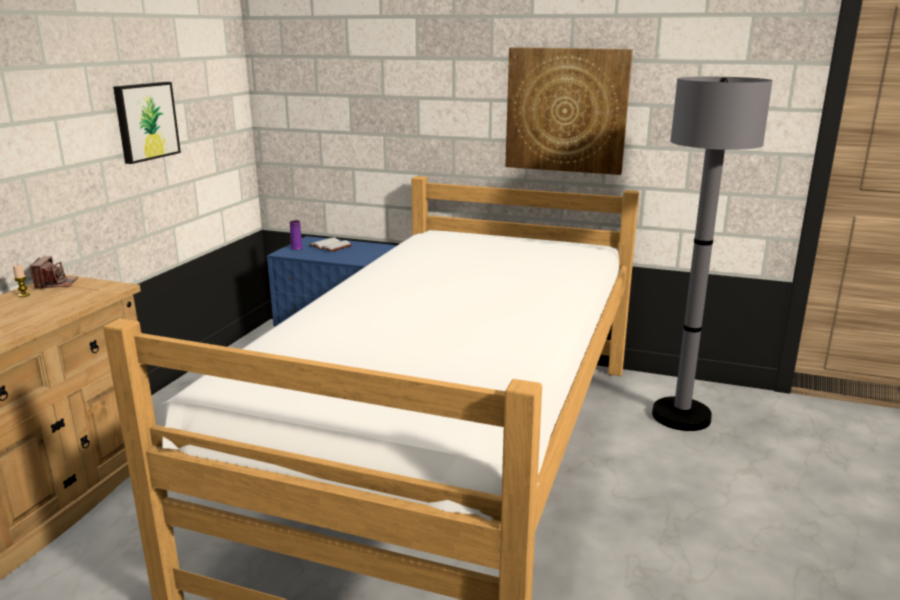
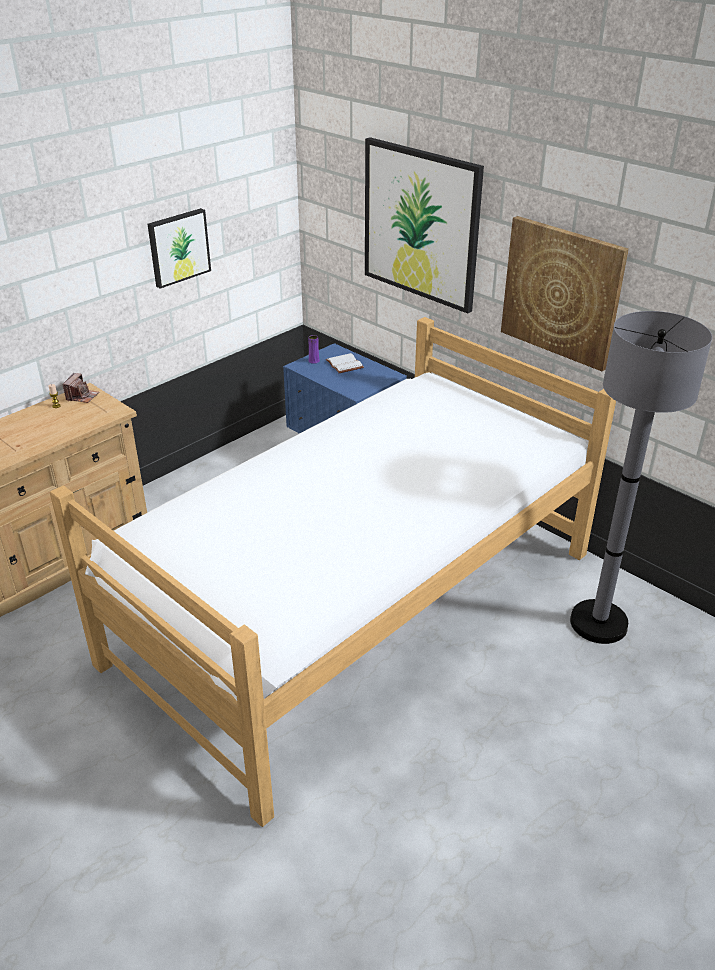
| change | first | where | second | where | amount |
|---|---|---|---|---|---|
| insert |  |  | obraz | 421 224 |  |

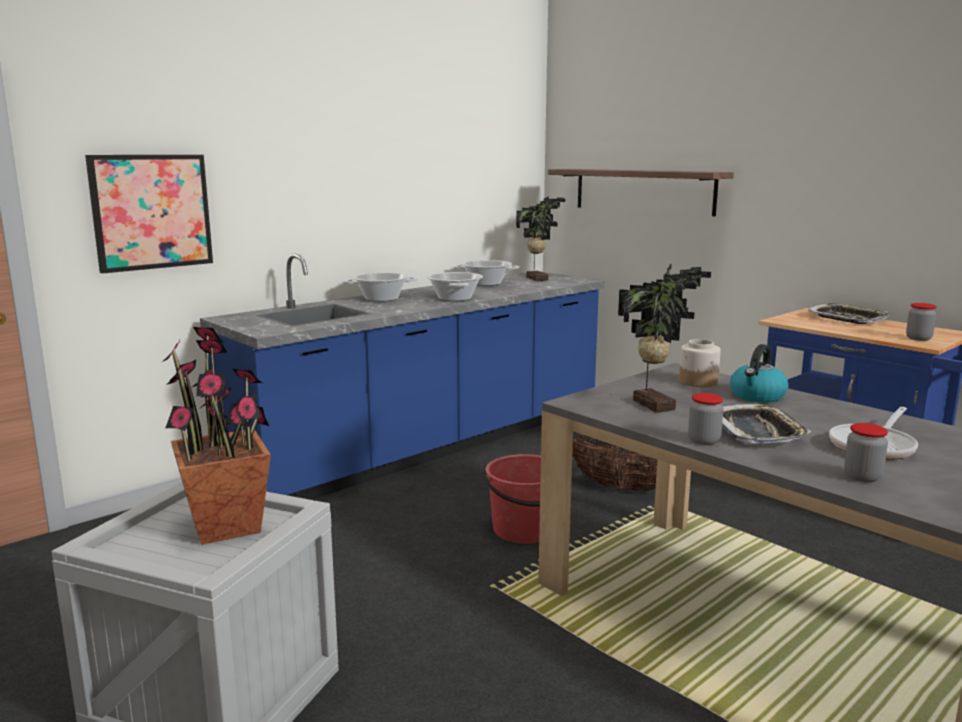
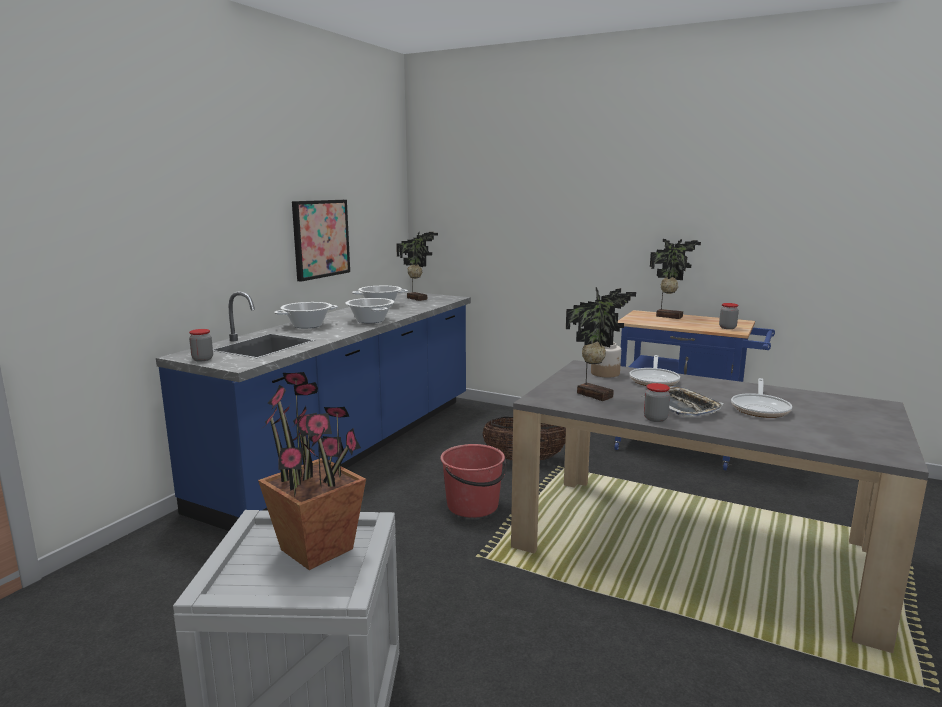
| change | first | where | second | where | amount |
|---|---|---|---|---|---|
| move | słoik | 862 477 |  | 202 359 |  |
| move | obraz | 151 212 |  | 320 238 |  |
| replace | czajnik | 757 396 | patelnia | 654 380 |  |
| replace | taca | 847 319 | roślina doniczkowa | 669 316 |  |
| delete | półka | 643 191 |  |  |  |

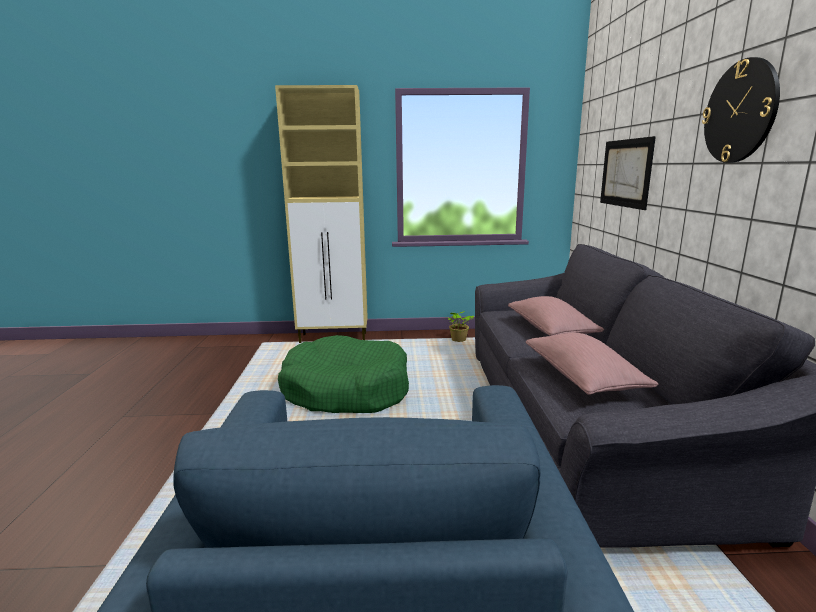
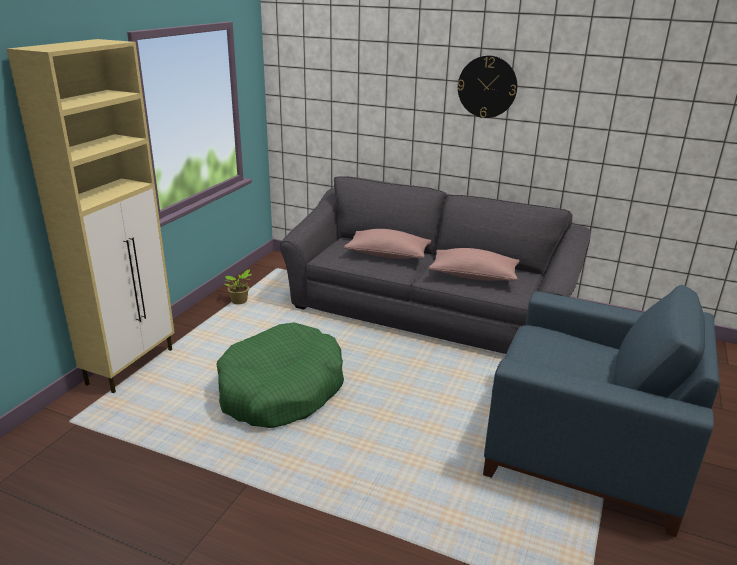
| change | first | where | second | where | amount |
|---|---|---|---|---|---|
| delete | obraz | 625 173 |  |  |  |

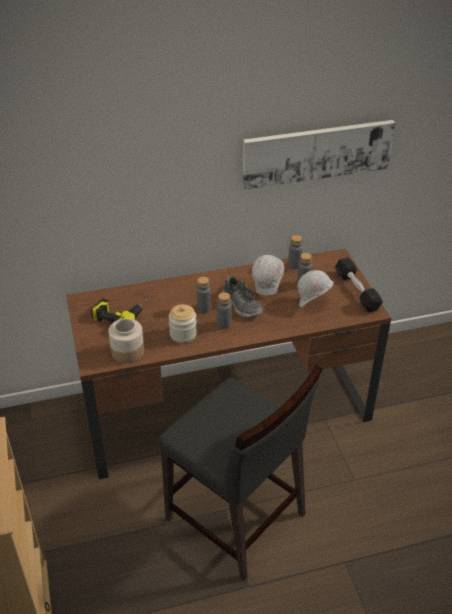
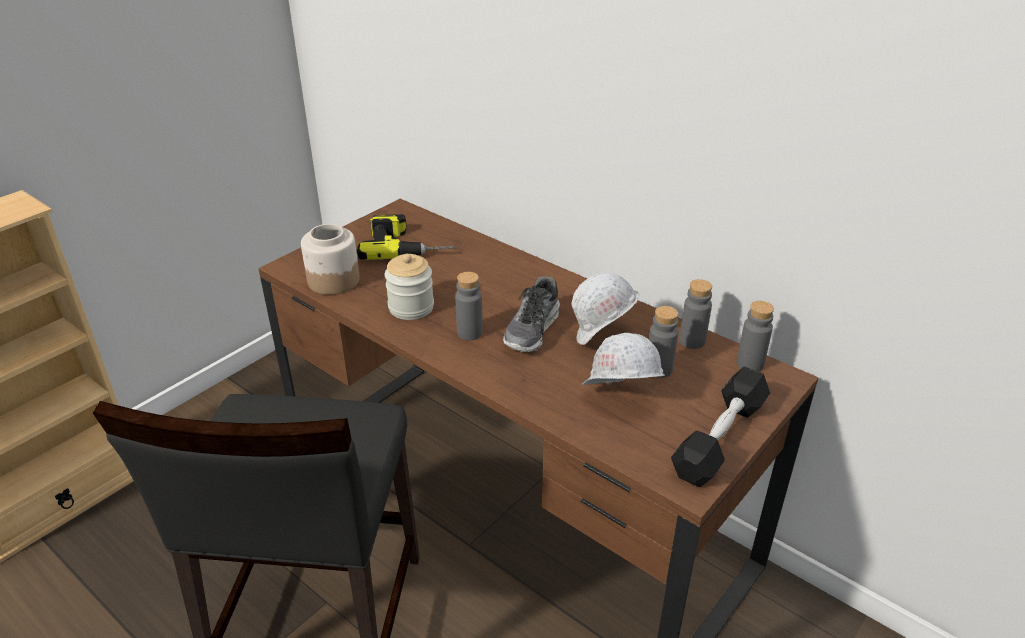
| change | first | where | second | where | amount |
|---|---|---|---|---|---|
| move | butelka [szary] | 204 308 |  | 750 364 |  |
| delete | obraz | 317 152 |  |  |  |

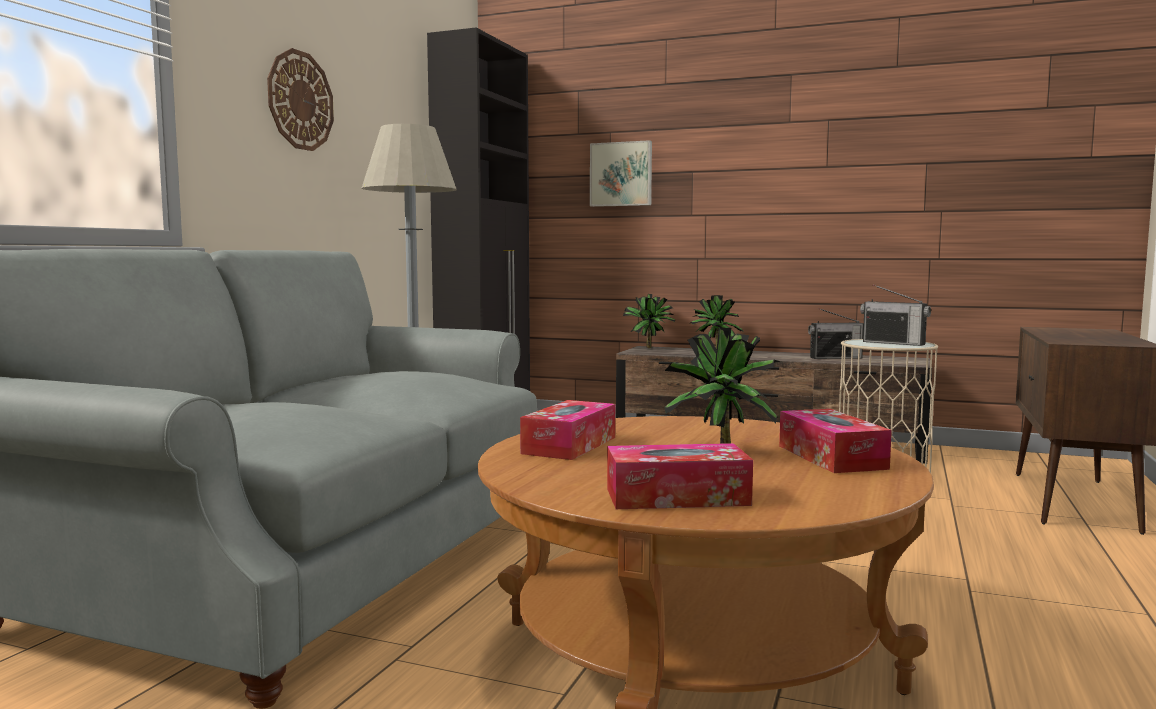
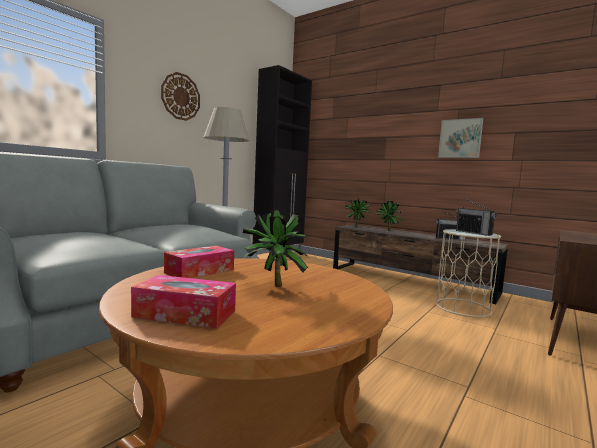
| change | first | where | second | where | amount |
|---|---|---|---|---|---|
| move | obraz | 621 174 |  | 460 138 |  |
| delete | pudełko chusteczek | 831 457 |  |  |  |

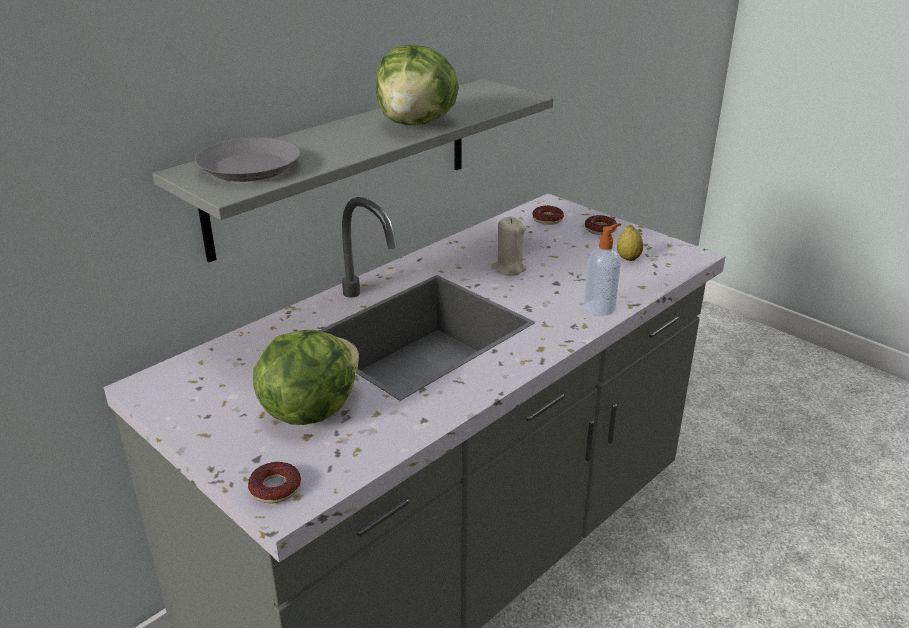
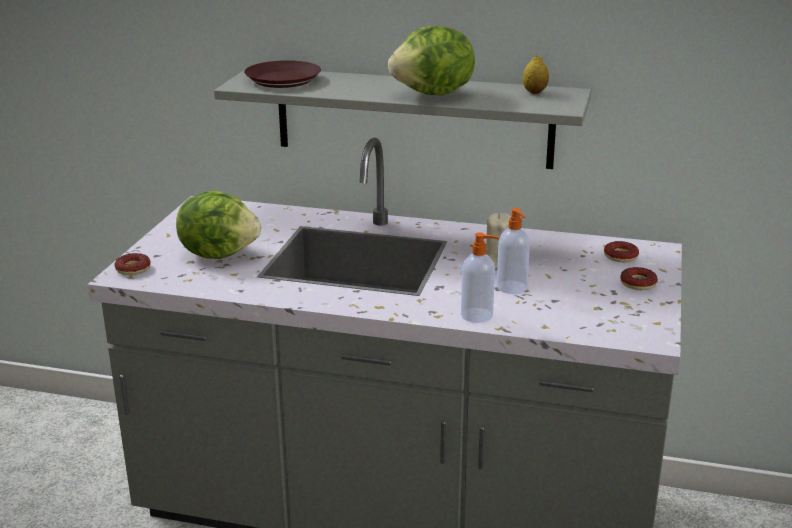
| change | first | where | second | where | amount |
|---|---|---|---|---|---|
| recolor | talerz [szary] | 250 167 | talerz [brązowy] | 284 80 |  |
| insert |  |  | dozownik mydła | 512 288 |  |
| move | cytryna | 628 258 |  | 534 92 |  |

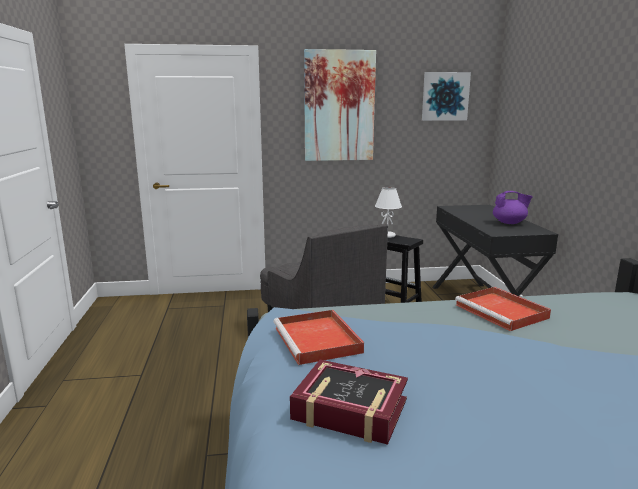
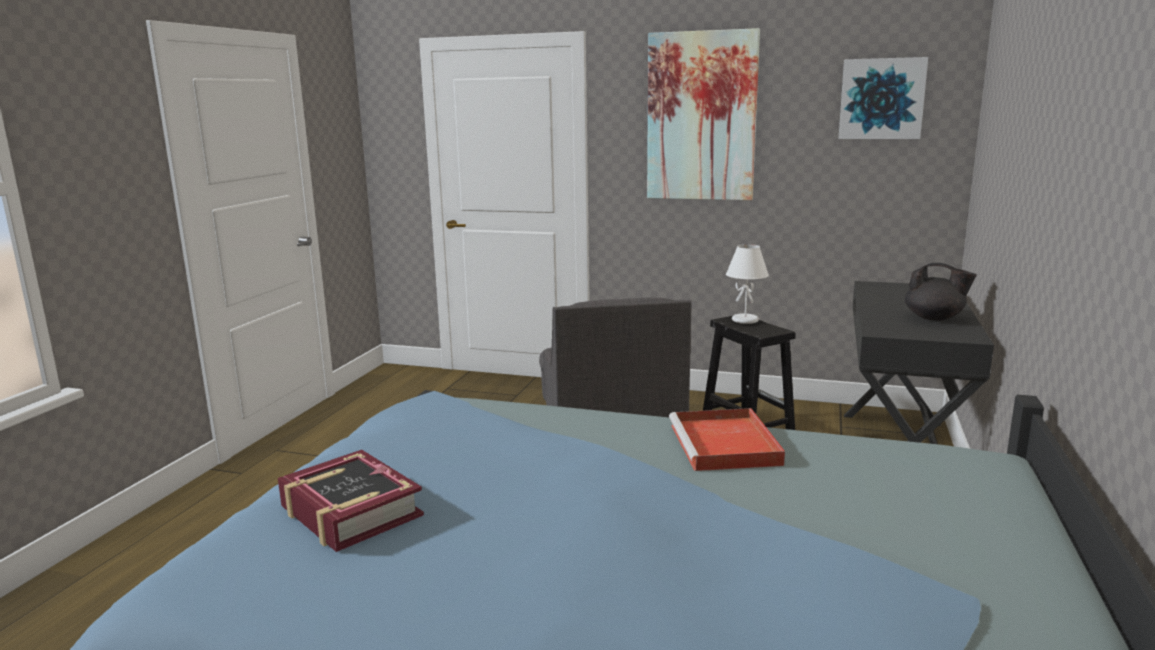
| change | first | where | second | where | amount |
|---|---|---|---|---|---|
| recolor | imbryk [fioletowy] | 509 223 | imbryk [czarny] | 934 318 |  |
| delete | taca [czerwony] | 318 340 |  |  |  |

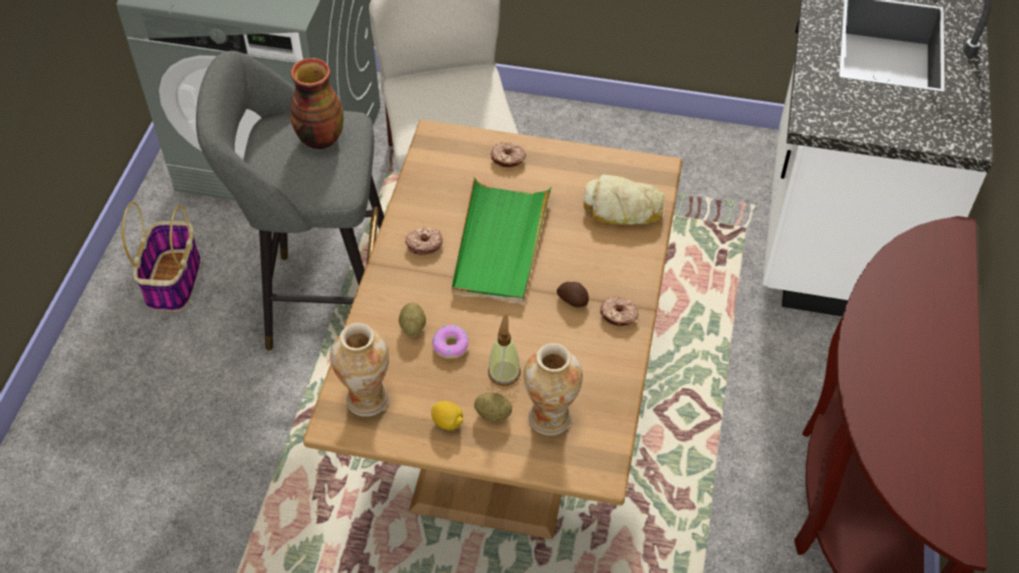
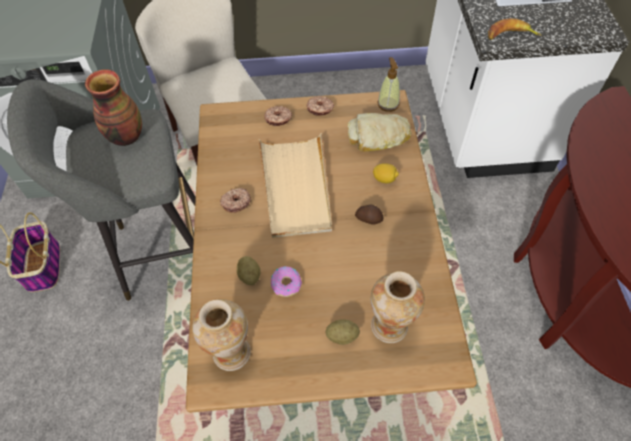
| change | first | where | second | where | amount |
|---|---|---|---|---|---|
| recolor | taca [zielony] | 500 244 | taca [beżowy] | 296 187 |  |
| move | donut | 618 315 |  | 320 109 |  |
| move | cytryna | 448 422 |  | 384 179 |  |
| move | dozownik mydła | 504 372 |  | 388 104 |  |
| insert |  |  | banan | 510 35 |  |

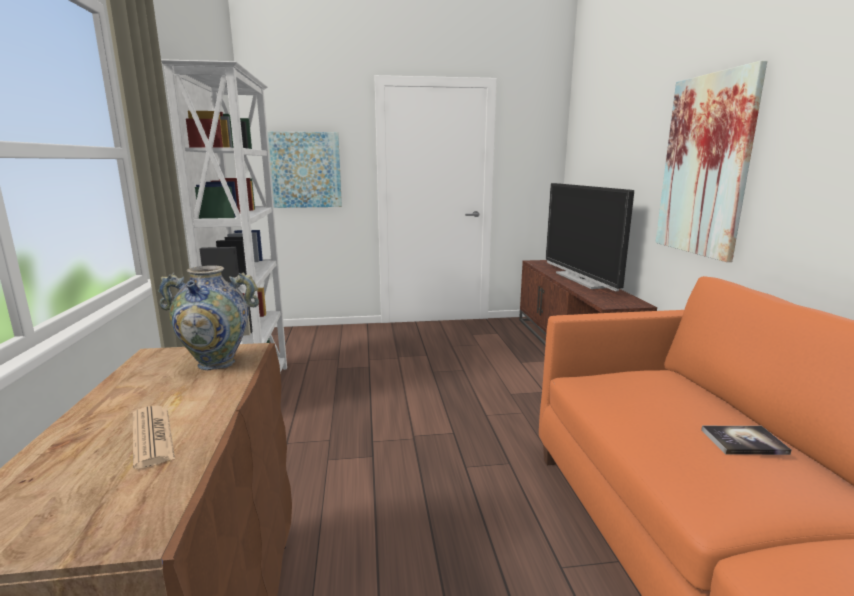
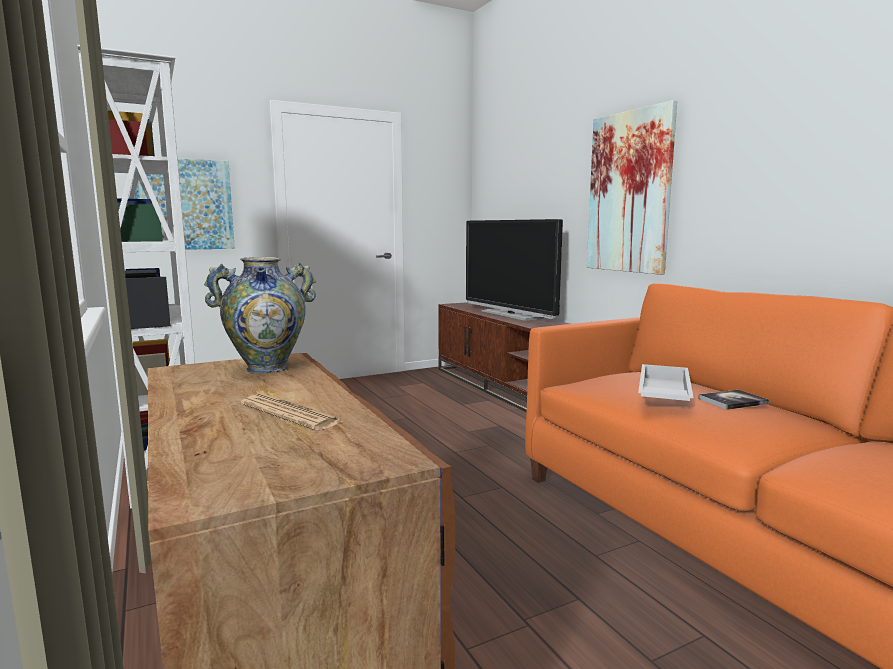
| change | first | where | second | where | amount |
|---|---|---|---|---|---|
| insert |  |  | taca [biały] | 662 393 |  |

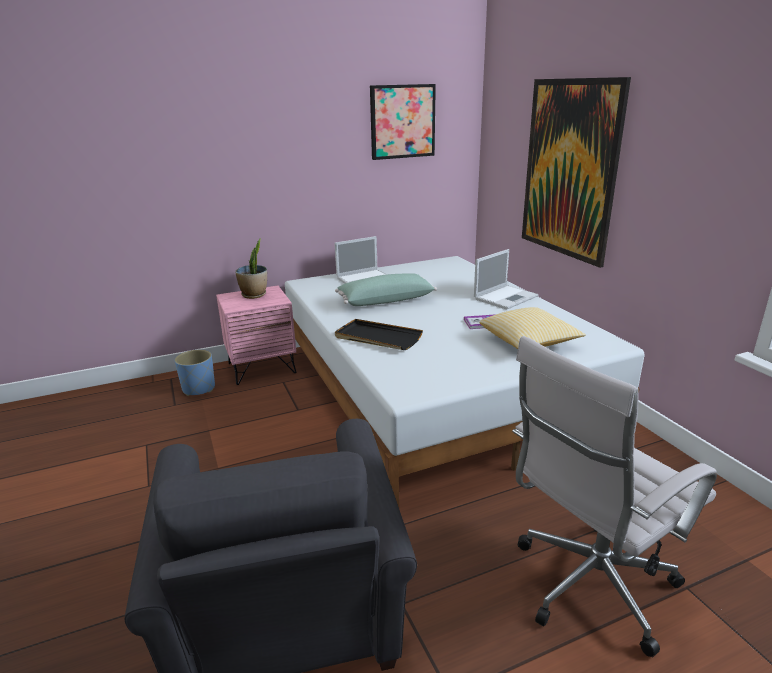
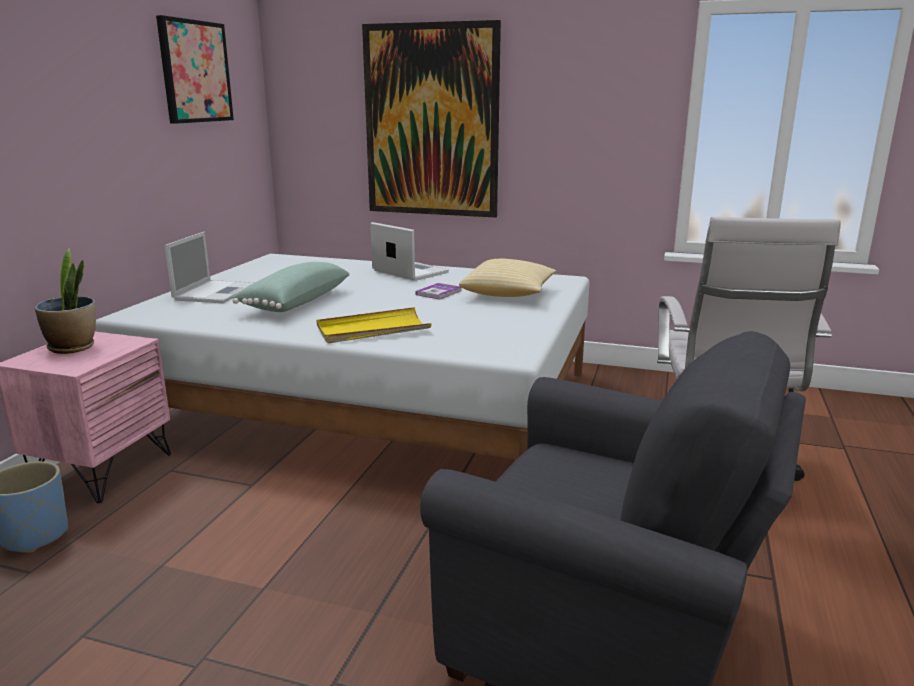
| change | first | where | second | where | amount |
|---|---|---|---|---|---|
| recolor | taca [czarny] | 377 338 | taca [żółty] | 372 330 |  |
| rotate | laptop | 506 297 |  | 408 271 | 45 degrees counterclockwise |

